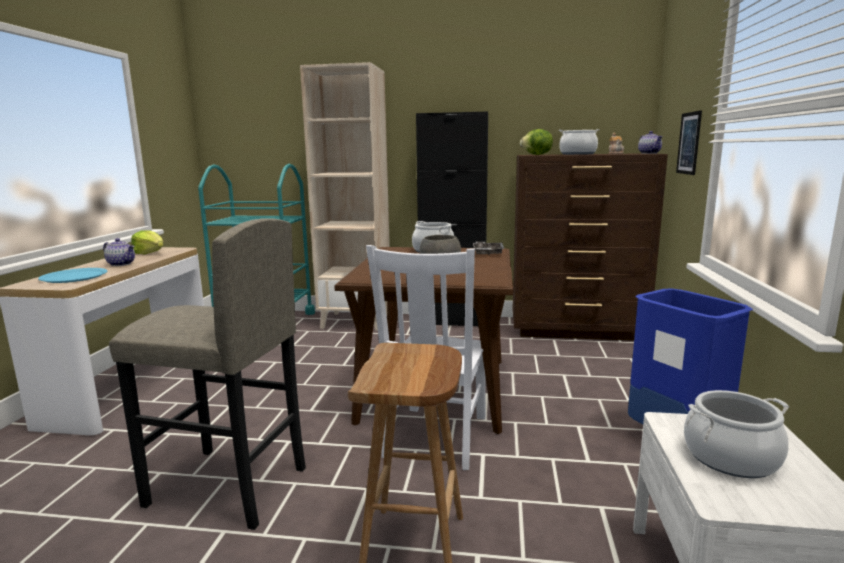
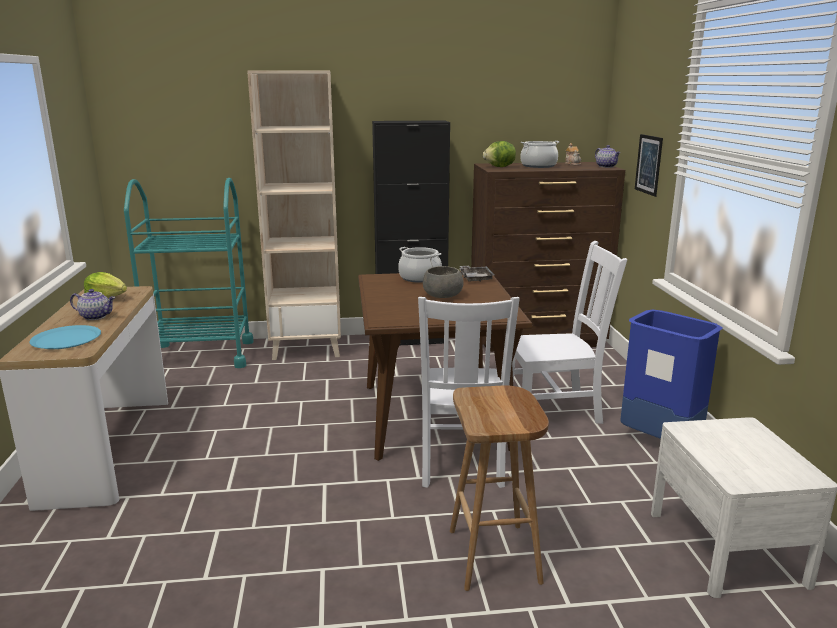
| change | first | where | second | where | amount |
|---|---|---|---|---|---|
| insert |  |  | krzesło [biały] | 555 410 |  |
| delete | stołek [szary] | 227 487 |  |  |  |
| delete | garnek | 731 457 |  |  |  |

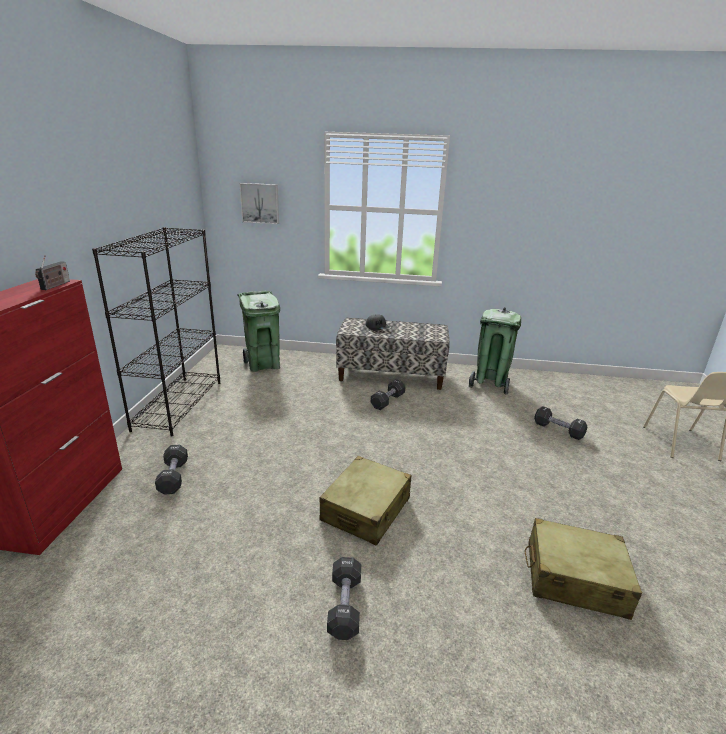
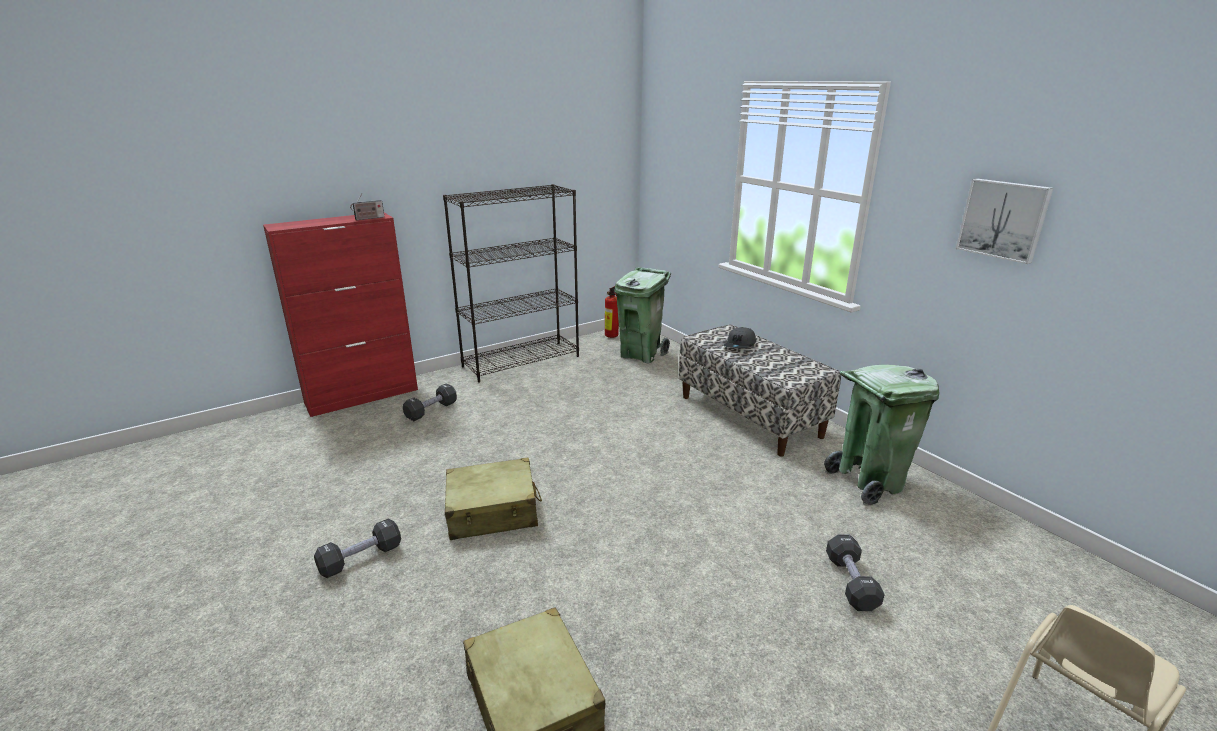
| change | first | where | second | where | amount |
|---|---|---|---|---|---|
| insert |  |  | gaśnica | 612 336 |  |
| move | obraz | 260 203 |  | 1003 219 |  |
| delete | hantel [czarny] | 387 401 |  |  |  |

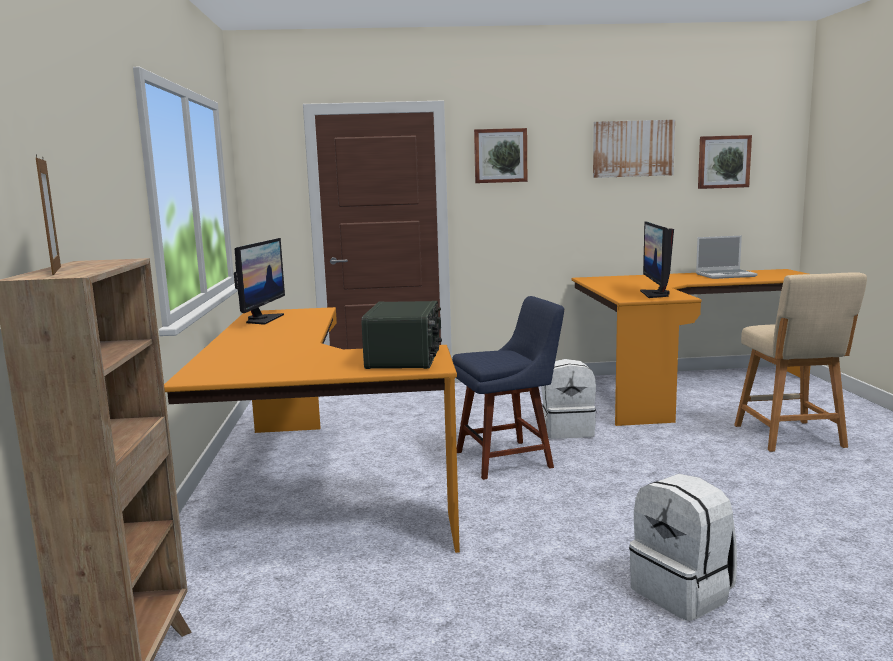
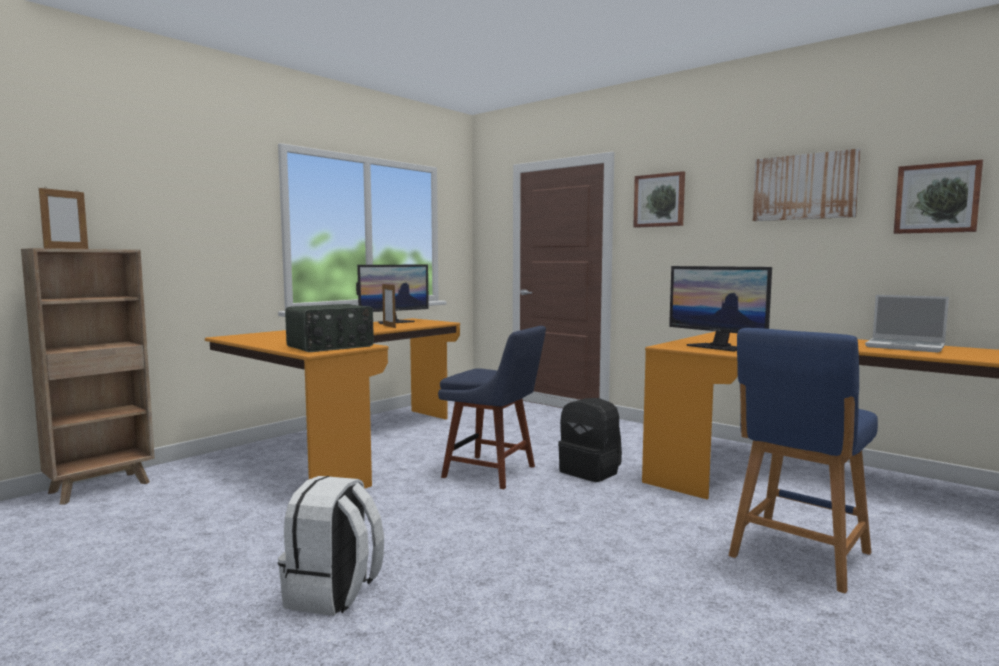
| change | first | where | second | where | amount |
|---|---|---|---|---|---|
| insert |  |  | ramka na zdjęcie | 389 326 |  |
| recolor | plecak [biały] | 567 430 | plecak [czarny] | 591 472 |  |
| rotate | monitor | 656 294 |  | 717 347 | 90 degrees counterclockwise |
| recolor | stołek [beżowy] | 791 438 | stołek [niebieski] | 797 557 |  |

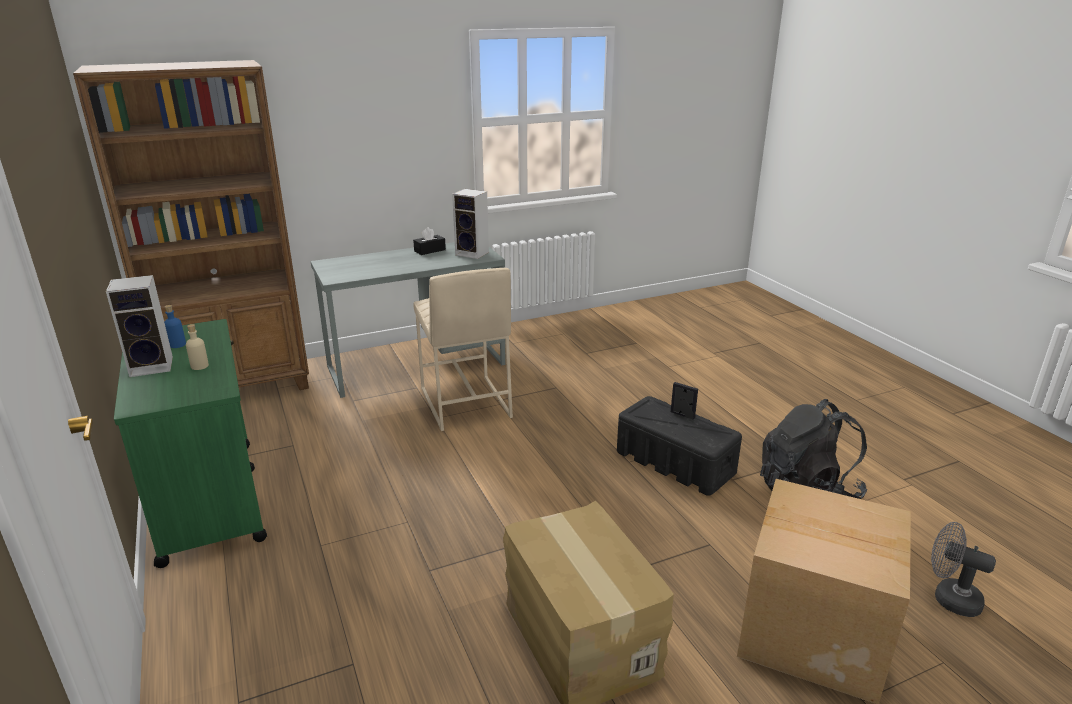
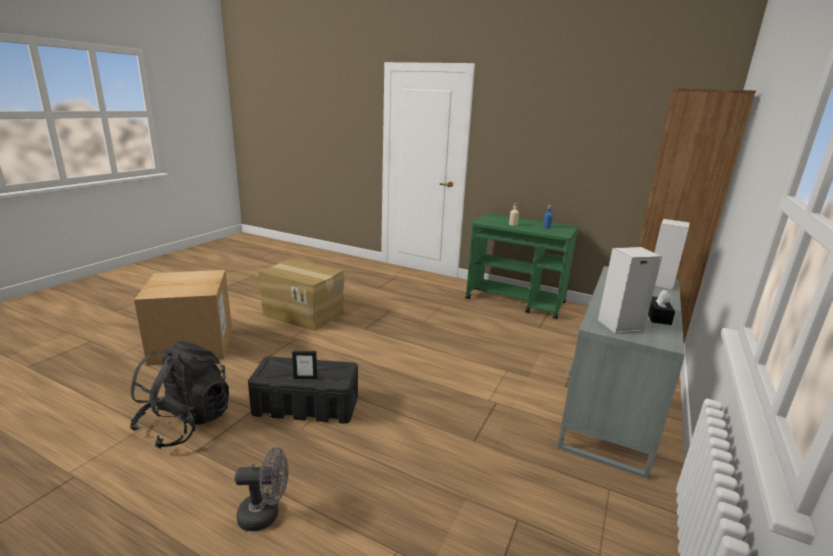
| change | first | where | second | where | amount |
|---|---|---|---|---|---|
| move | wentylator [szary] | 949 598 |  | 265 514 |  |
| move | głośnik | 153 366 |  | 661 283 |  |
| delete | stołek [beżowy] | 464 403 |  |  |  |

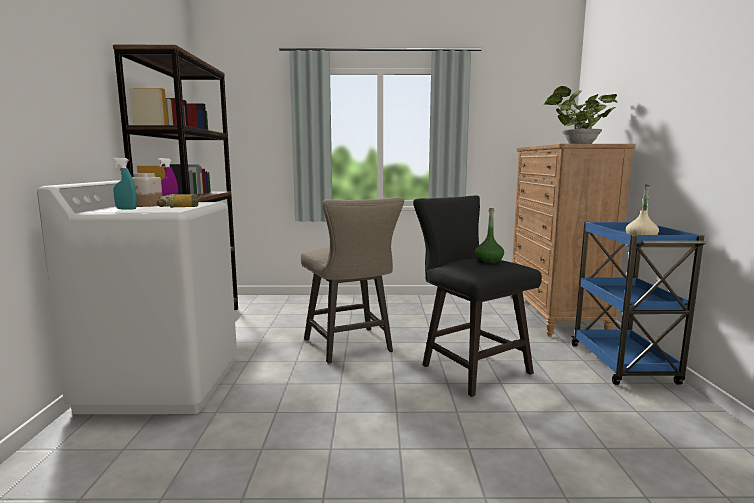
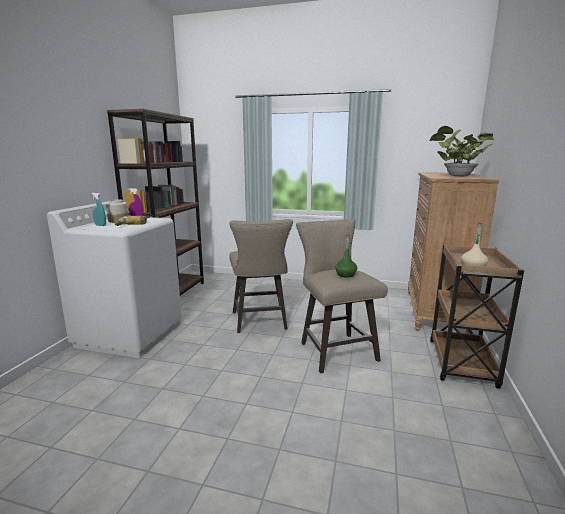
| change | first | where | second | where | amount |
|---|---|---|---|---|---|
| recolor | stołek [czarny] | 469 367 | stołek [beżowy] | 334 349 |  |
| recolor | wózek [niebieski] | 623 365 | wózek [brązowy] | 461 364 |  |

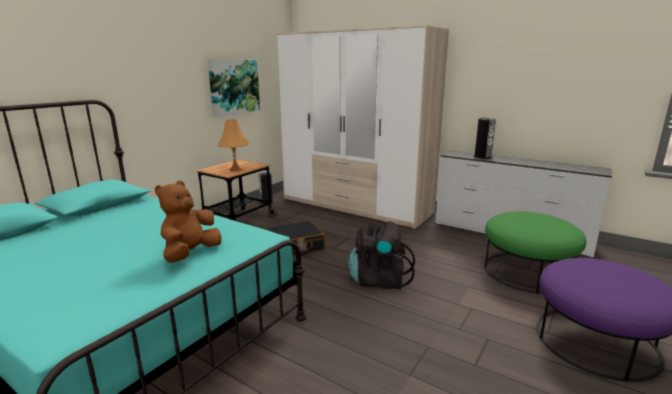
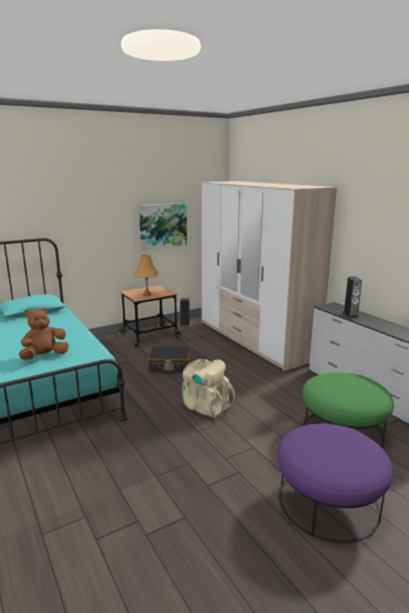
| change | first | where | second | where | amount |
|---|---|---|---|---|---|
| recolor | plecak [czarny] | 379 280 | plecak [beżowy] | 205 407 |  |

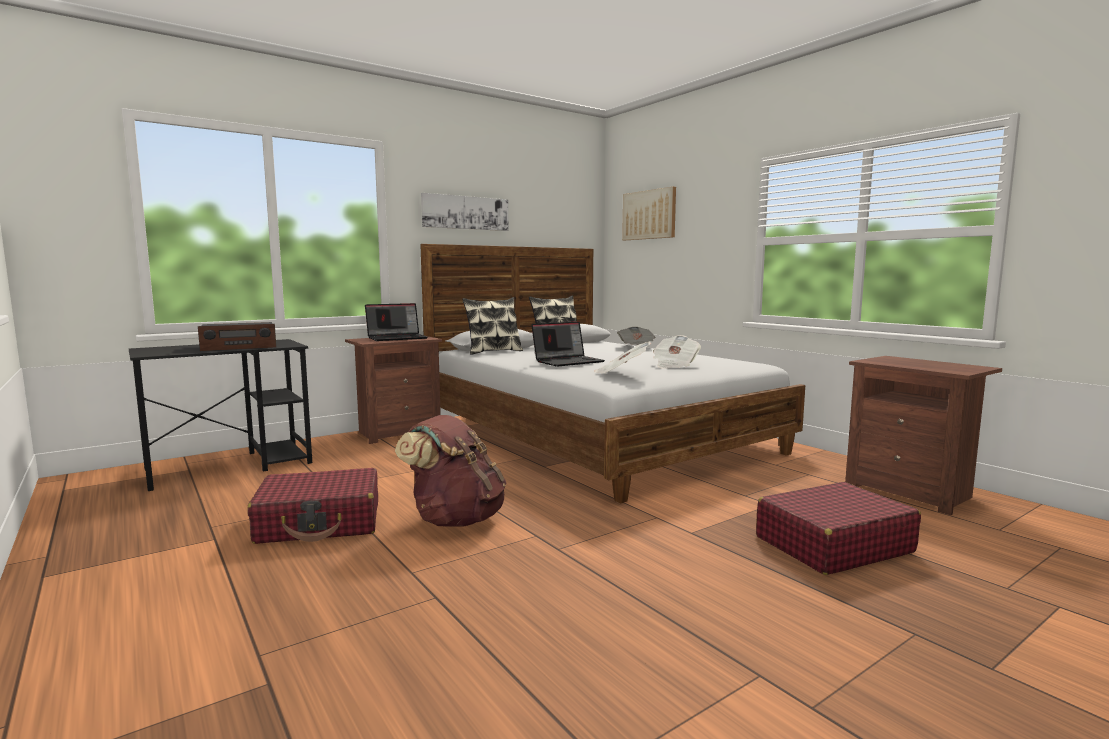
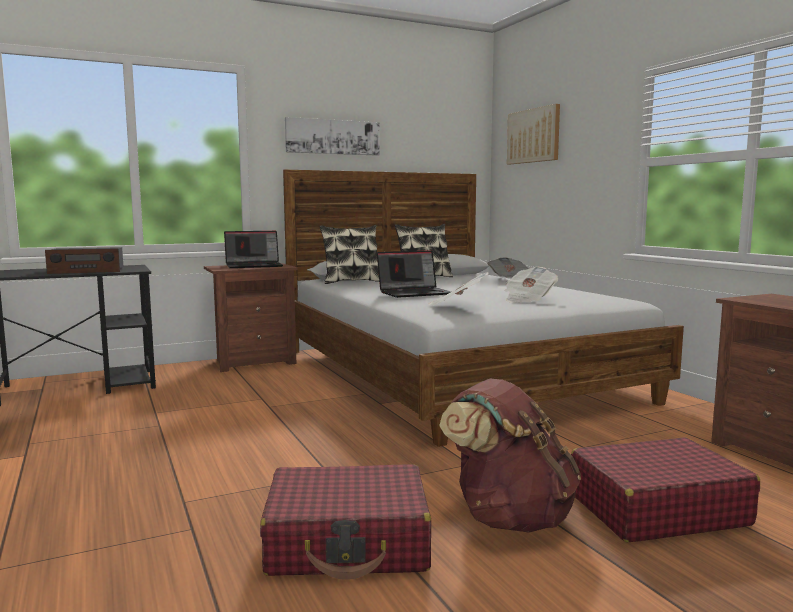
| change | first | where | second | where | amount |
|---|---|---|---|---|---|
| move | walizka [czerwony] | 320 522 |  | 348 542 |  |
| move | plecak [brązowy] | 455 519 |  | 509 518 |  |

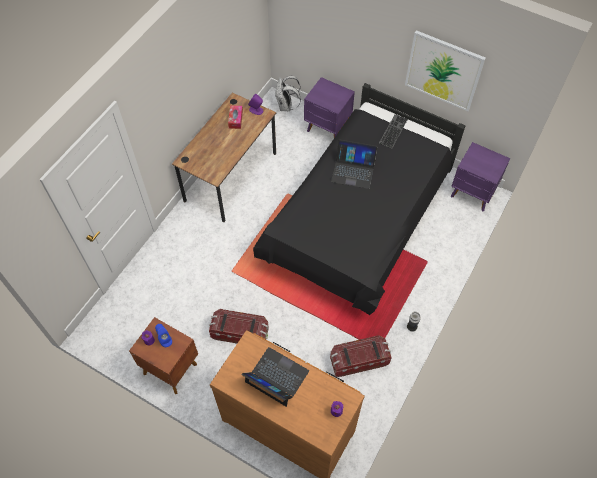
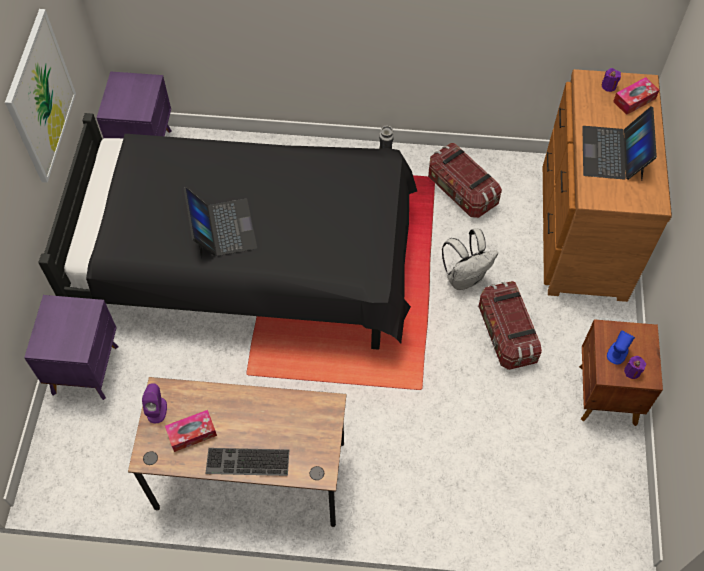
| change | first | where | second | where | amount |
|---|---|---|---|---|---|
| move | klawiatura | 392 130 |  | 246 463 |  |
| move | plecak [biały] | 286 106 |  | 465 278 |  |
| insert |  |  | pudełko chusteczek | 634 100 |  |

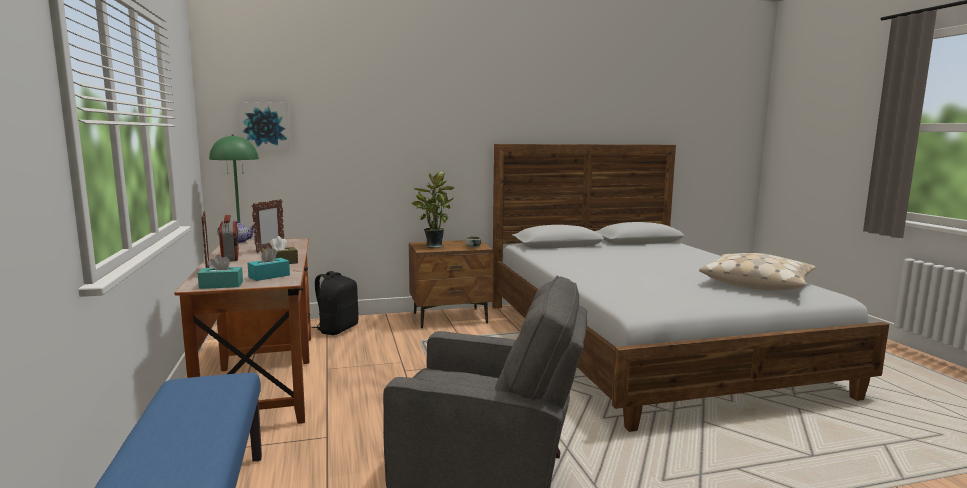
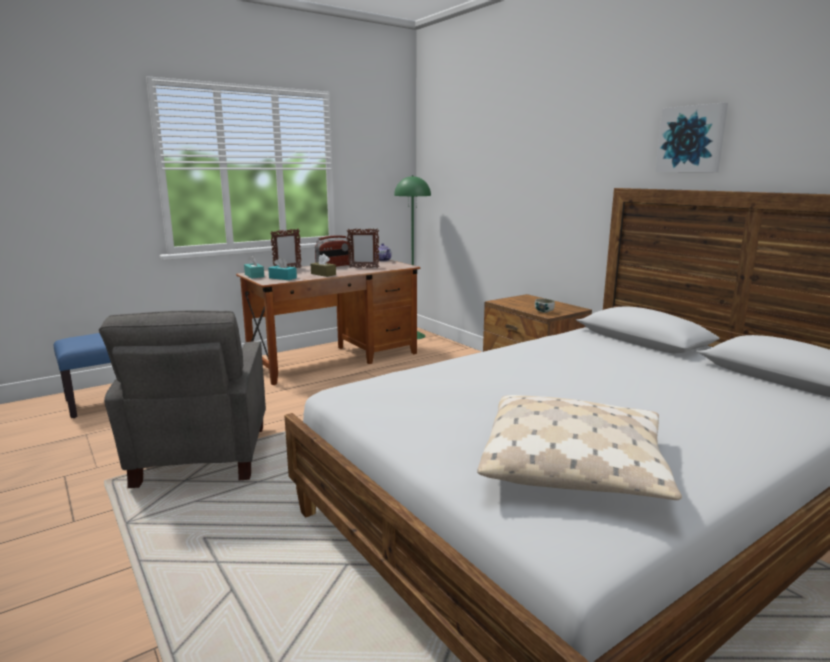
| change | first | where | second | where | amount |
|---|---|---|---|---|---|
| move | obraz | 265 126 |  | 691 139 |  |
| delete | plecak [czarny] | 337 329 |  |  |  |
| delete | roślina doniczkowa | 433 246 |  |  |  |

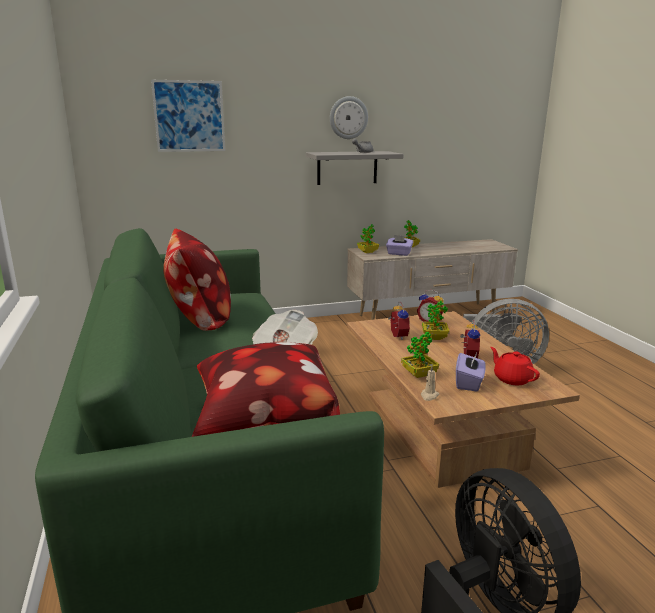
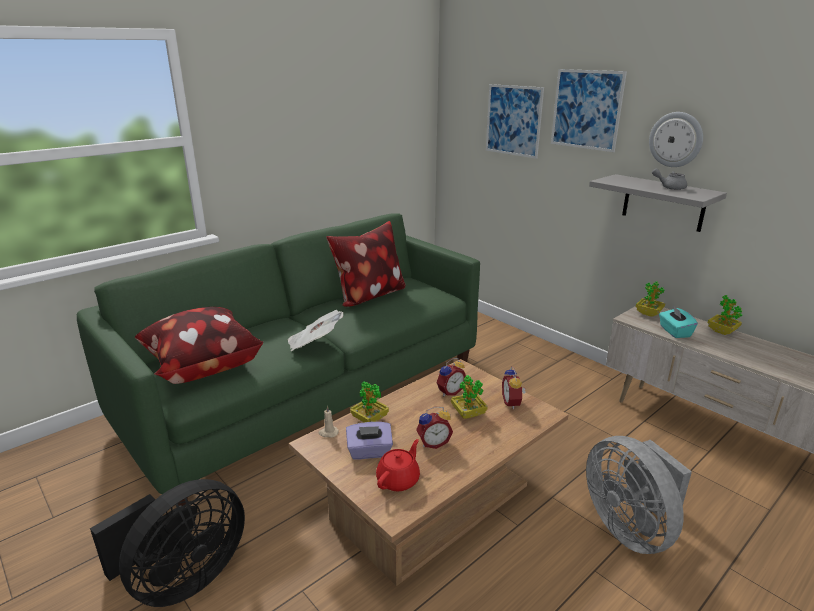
| change | first | where | second | where | amount |
|---|---|---|---|---|---|
| insert |  |  | obraz | 586 109 |  |
| recolor | pudełko chusteczek [fioletowy] | 399 254 | pudełko chusteczek [turkusowy] | 674 332 |  |

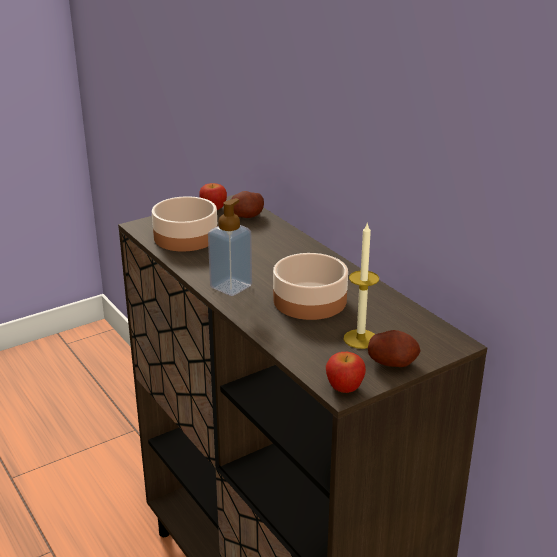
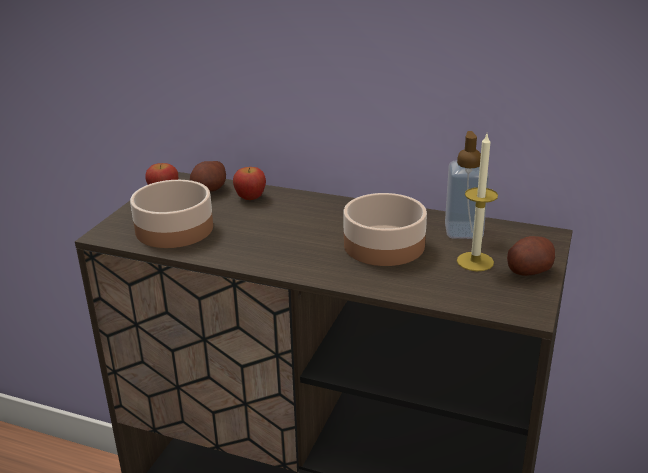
| change | first | where | second | where | amount |
|---|---|---|---|---|---|
| move | jabłko | 344 388 |  | 250 197 |  |
| move | dozownik mydła | 231 286 |  | 463 231 |  |

